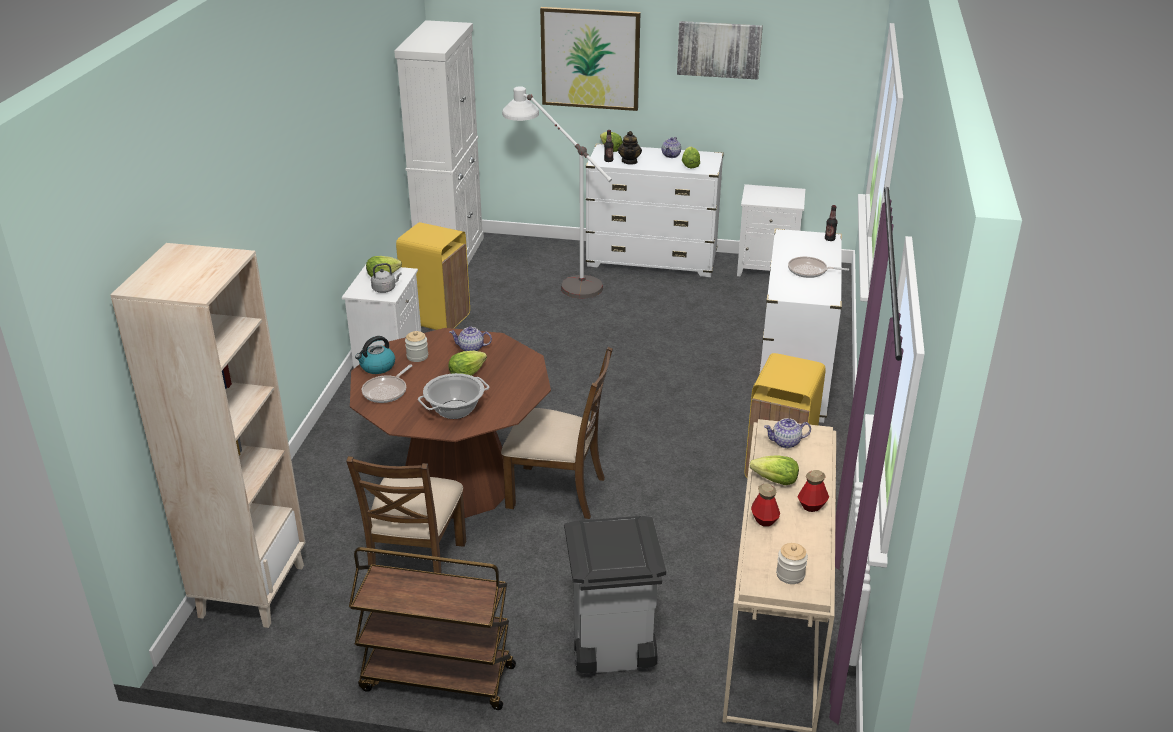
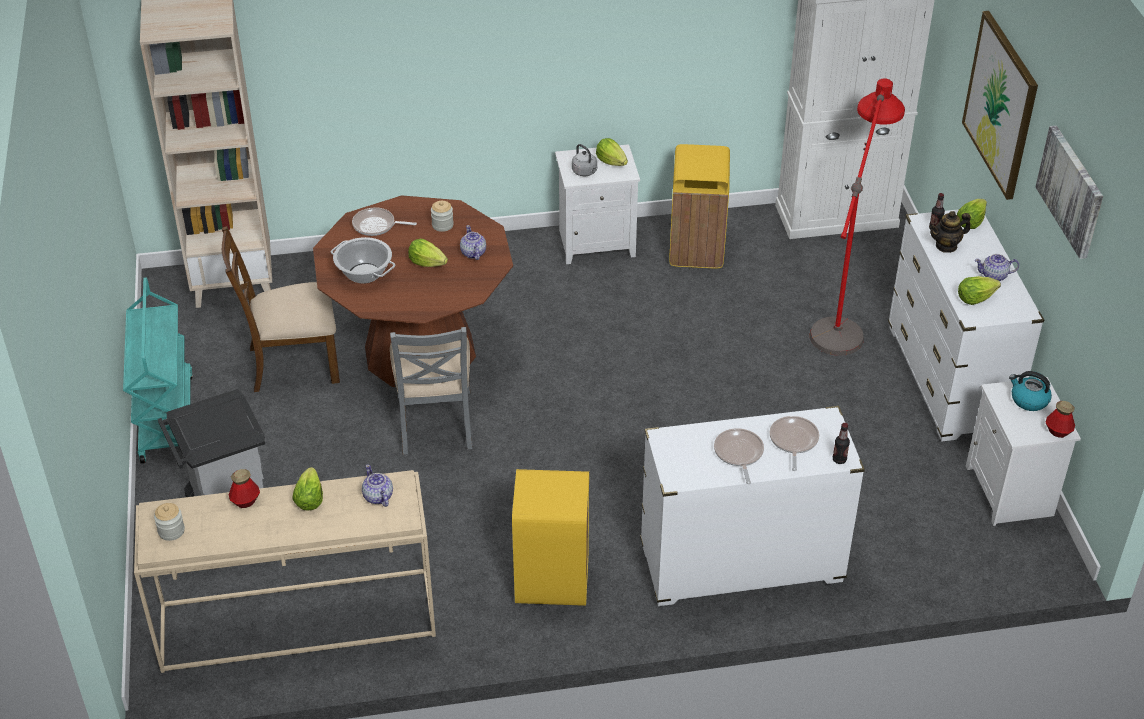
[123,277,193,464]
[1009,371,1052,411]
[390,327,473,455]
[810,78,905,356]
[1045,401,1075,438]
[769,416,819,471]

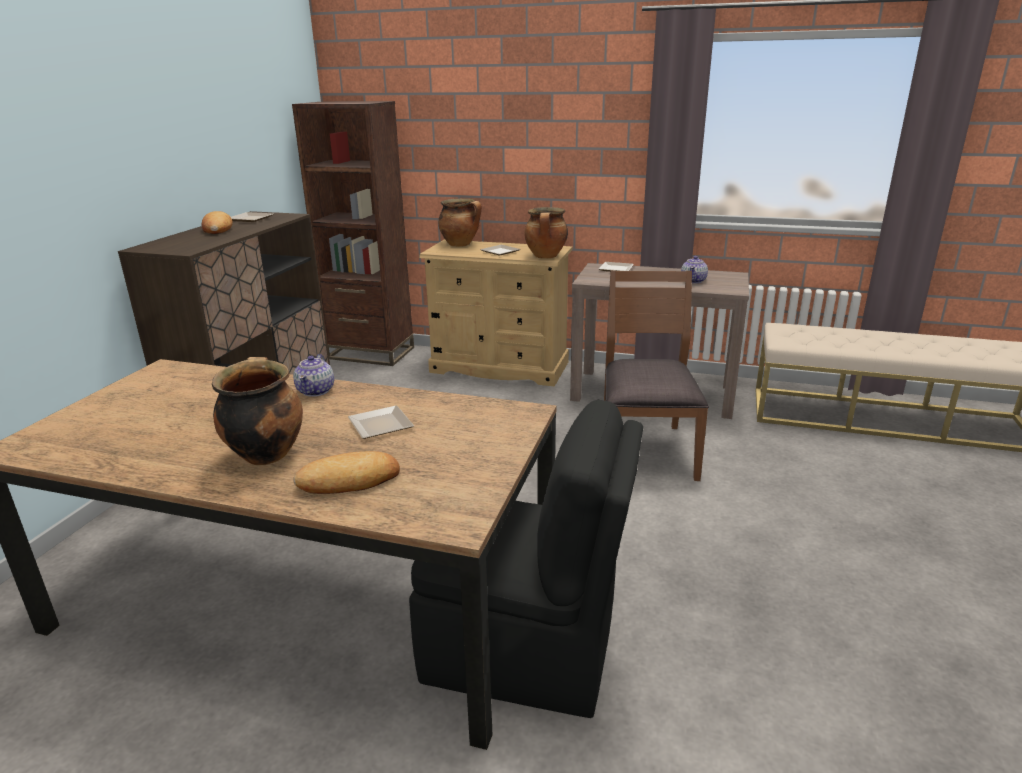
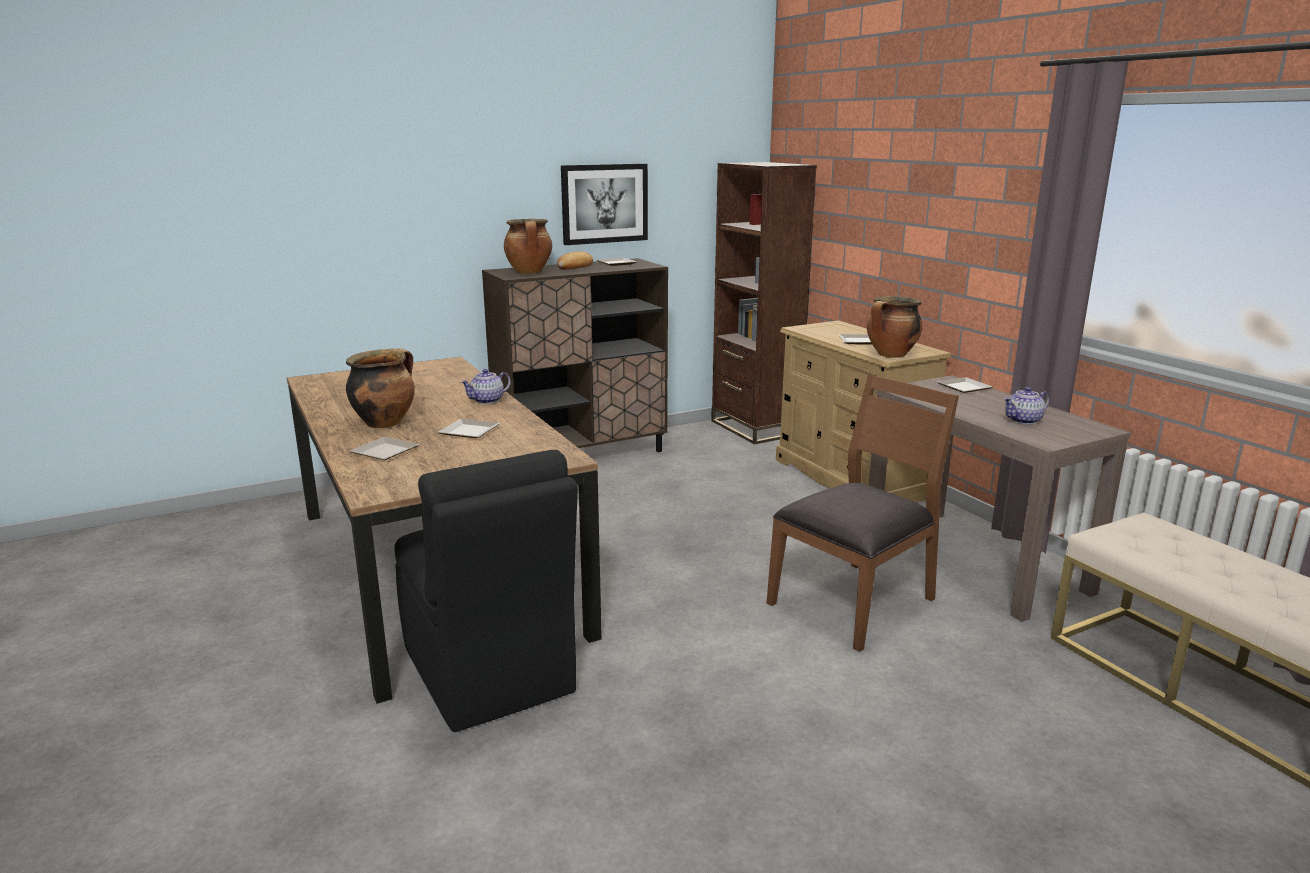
[349,437,419,460]
[504,219,552,274]
[561,164,648,245]

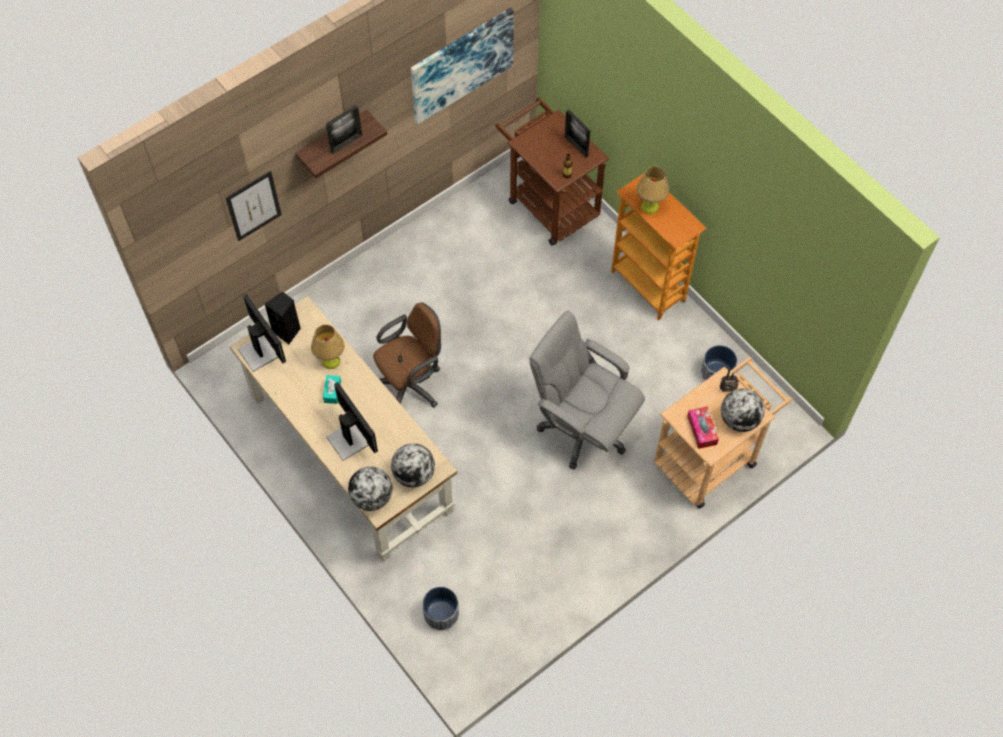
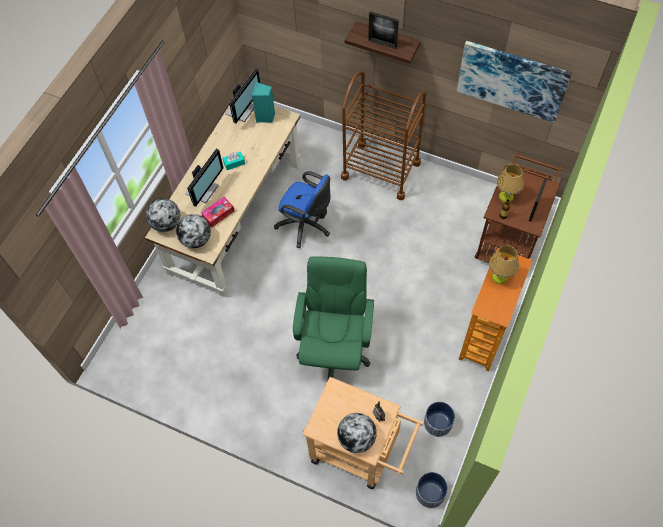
[226,171,282,241] (first image)
[252,82,275,123]
[497,164,524,203]
[274,171,331,248]
[416,472,448,508]
[293,256,374,382]
[201,197,234,228]
[341,72,426,200]

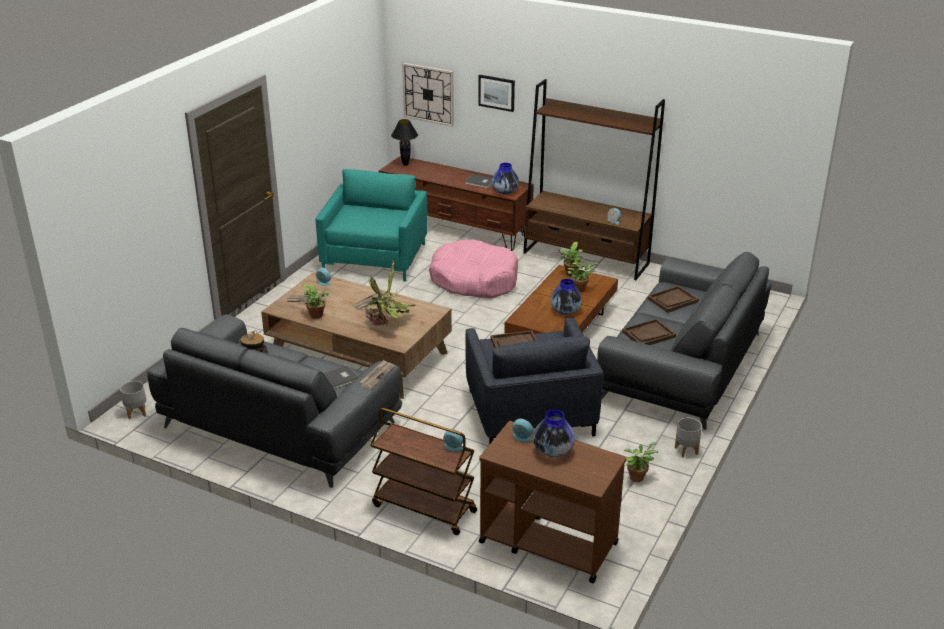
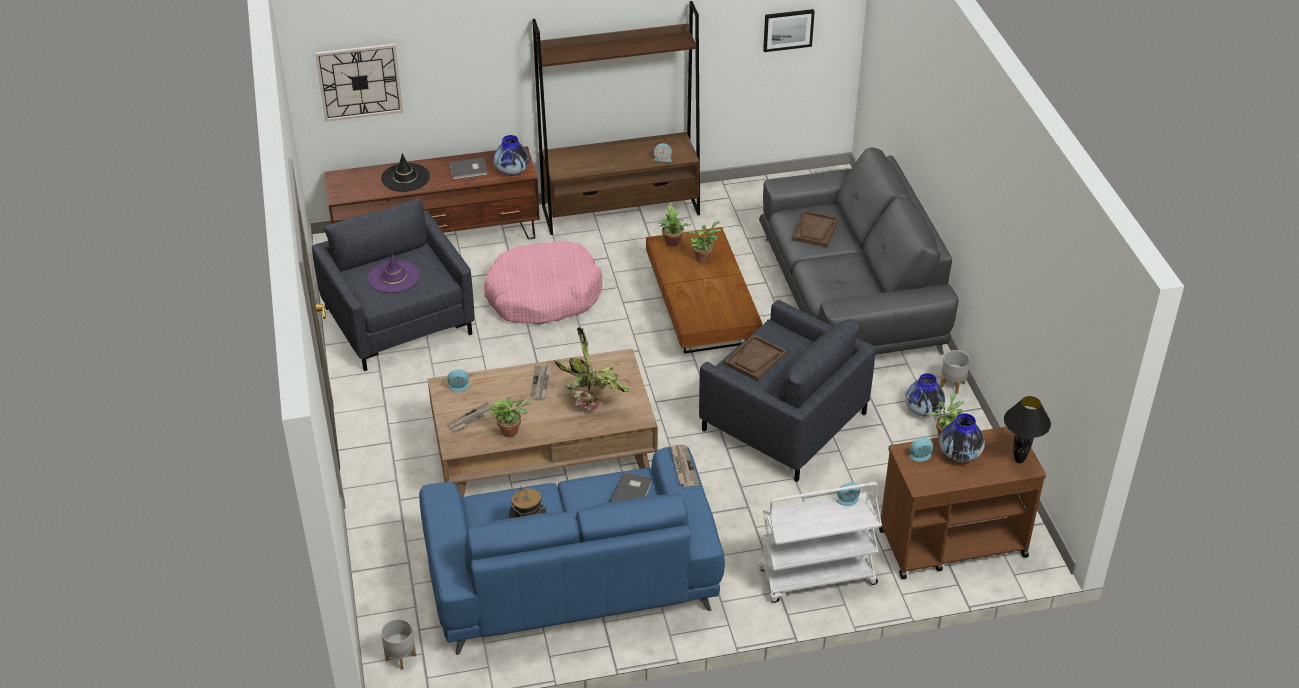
[419,445,725,655]
[312,199,475,371]
[758,482,882,603]
[1004,396,1051,463]
[763,9,815,52]
[905,373,945,416]
[622,319,676,345] (first image)
[368,254,420,293]
[381,153,430,192]

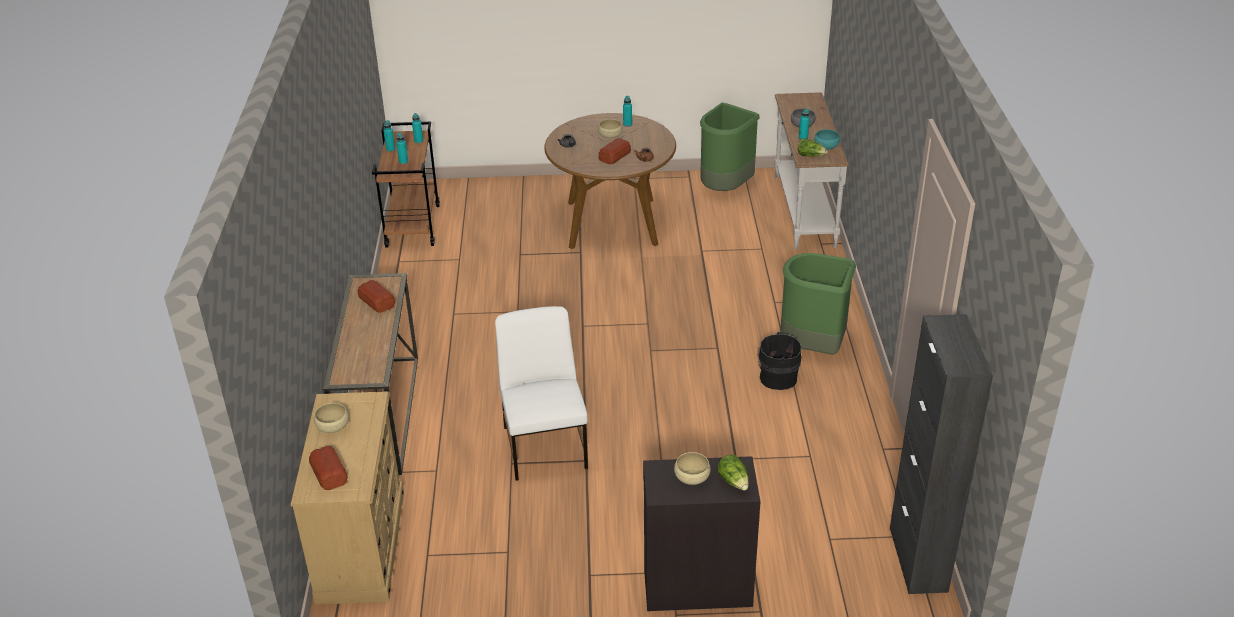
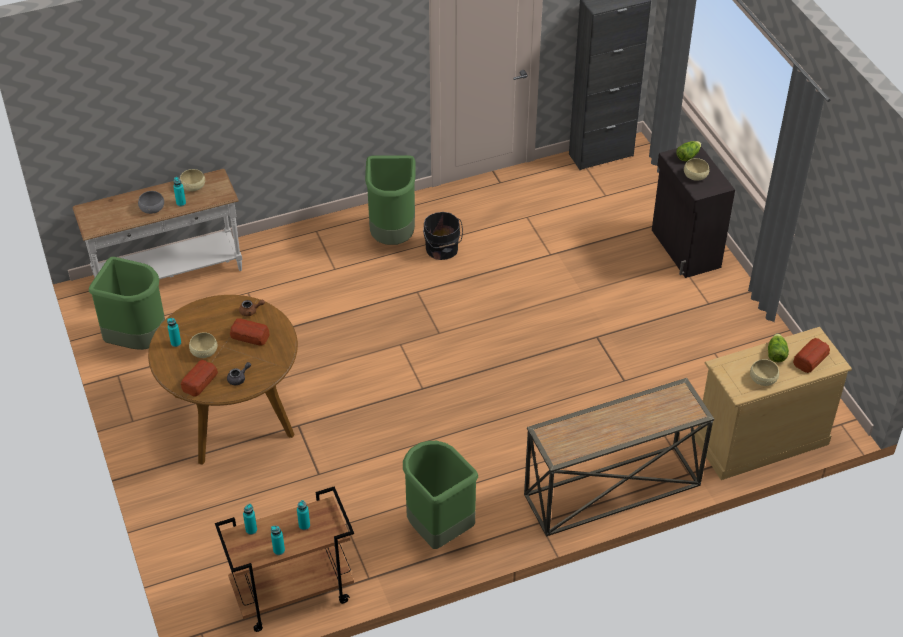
[181,360,218,396]
[495,306,588,481] (first image)
[768,333,789,362]
[180,169,205,191]
[403,441,478,549]

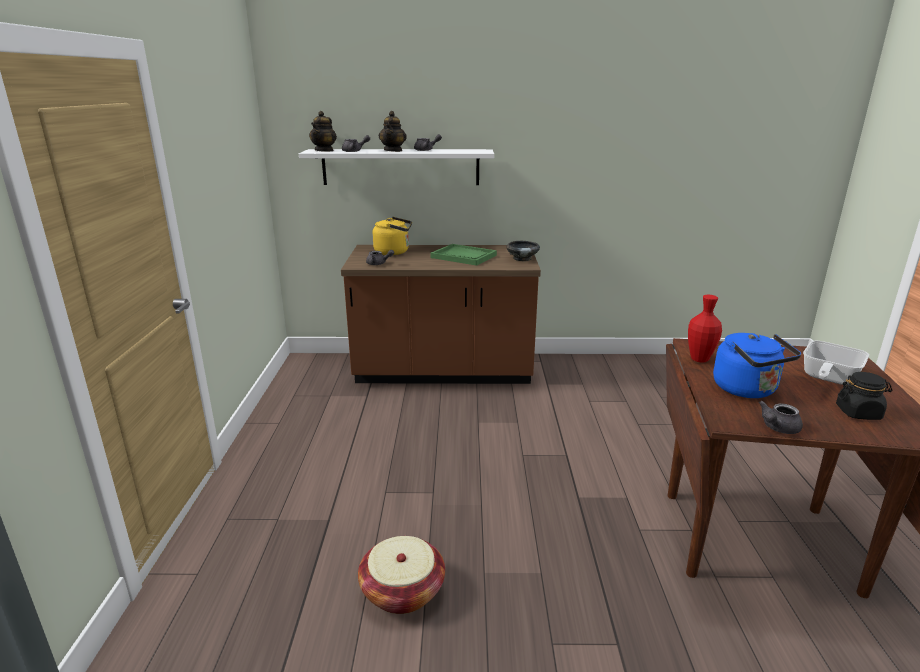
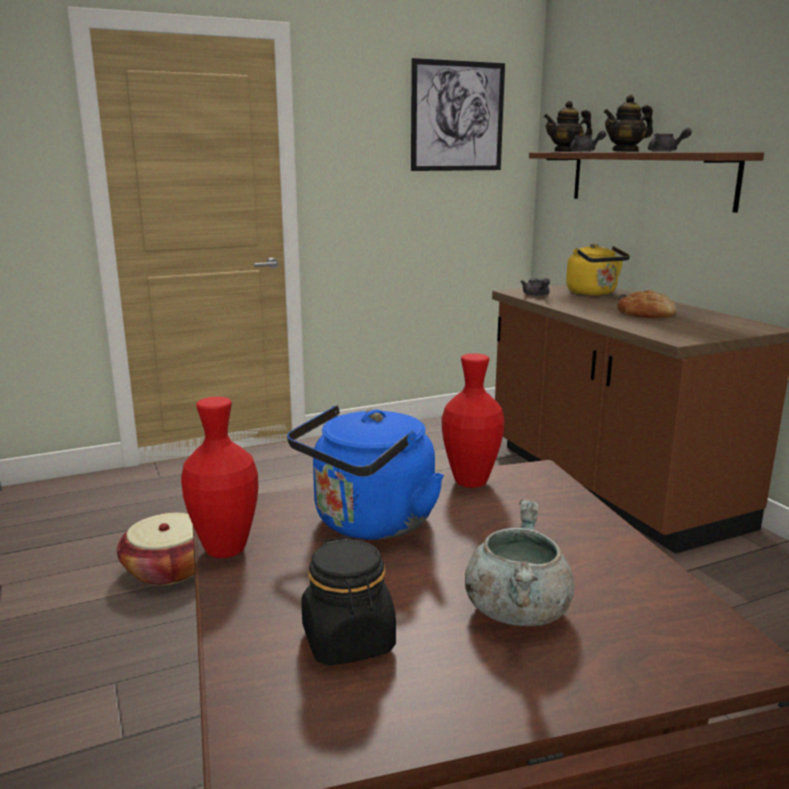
[529,152,764,213]
[617,290,677,318]
[506,241,540,261] (first image)
[181,397,258,558]
[465,500,574,626]
[411,58,505,171]

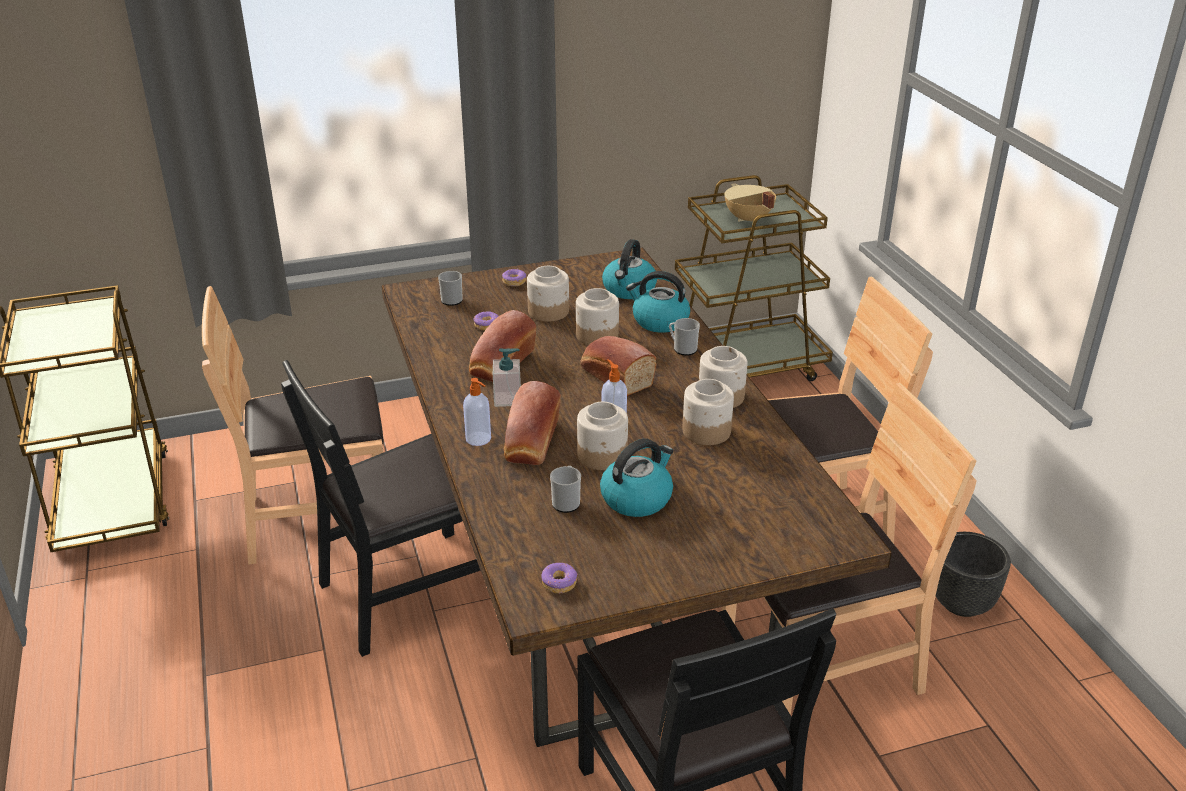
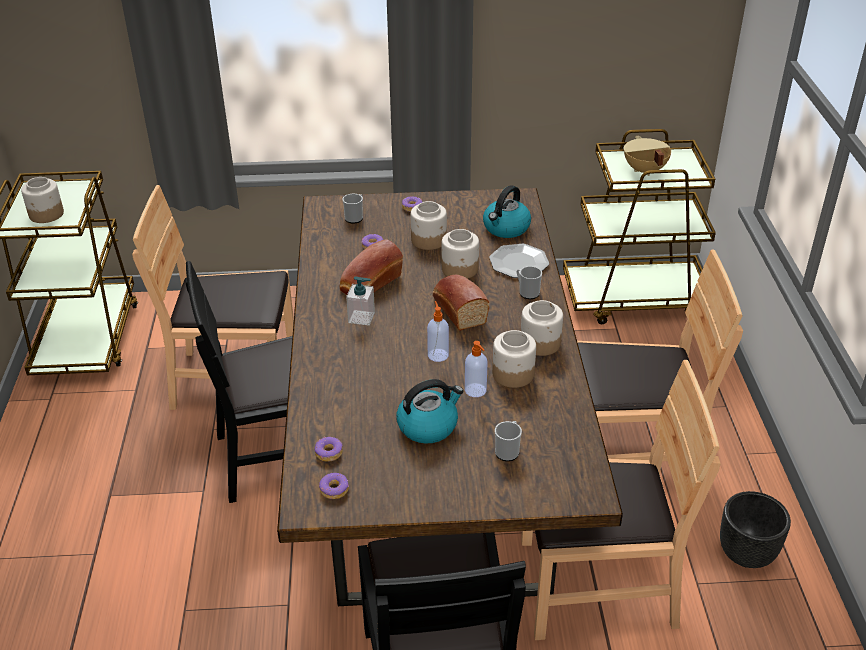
[465,341,488,397]
[504,381,561,465] (first image)
[495,421,522,461]
[21,177,64,223]
[489,244,549,278]
[315,437,343,462]

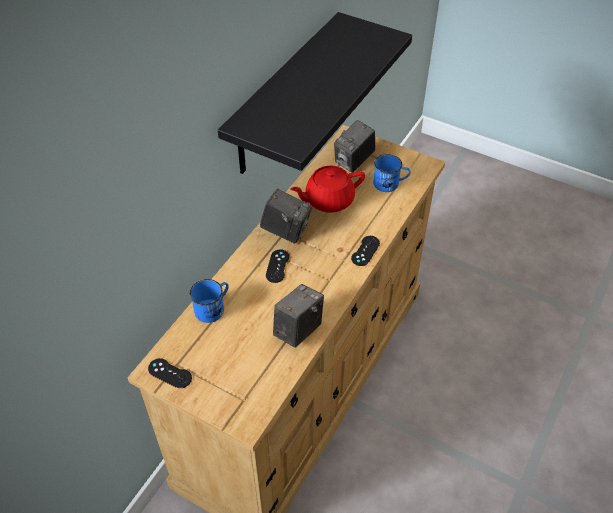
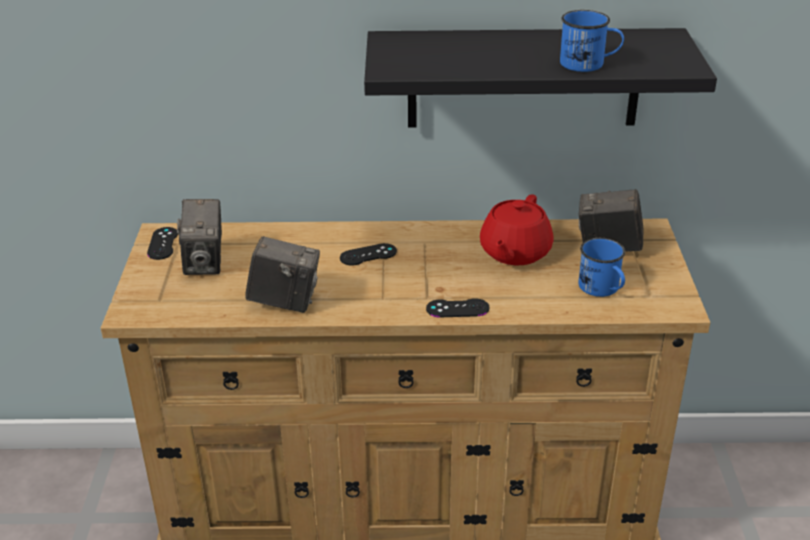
[560,10,624,72]
[177,199,222,275]
[480,194,554,265]

